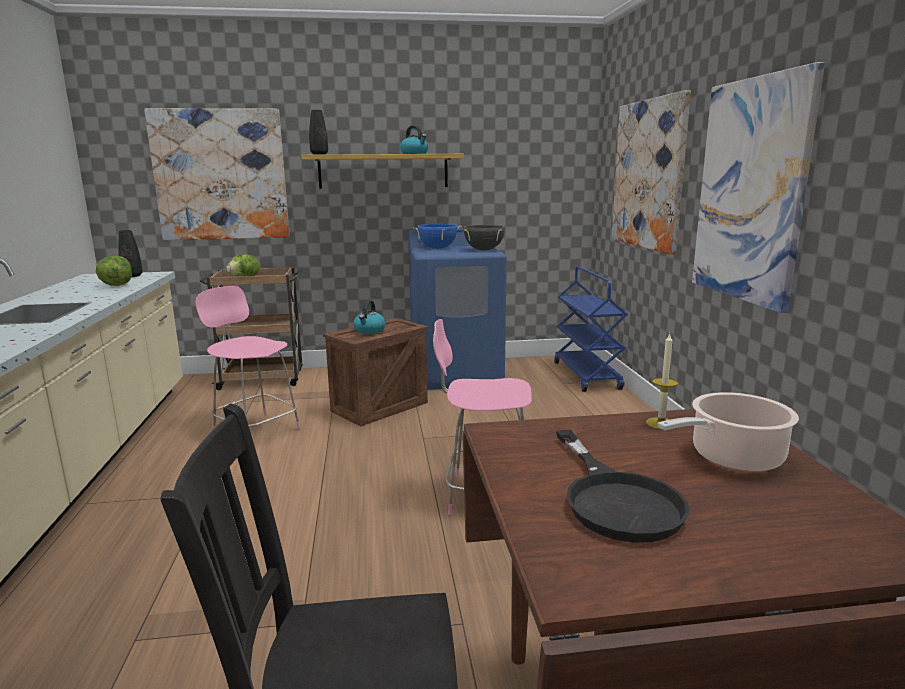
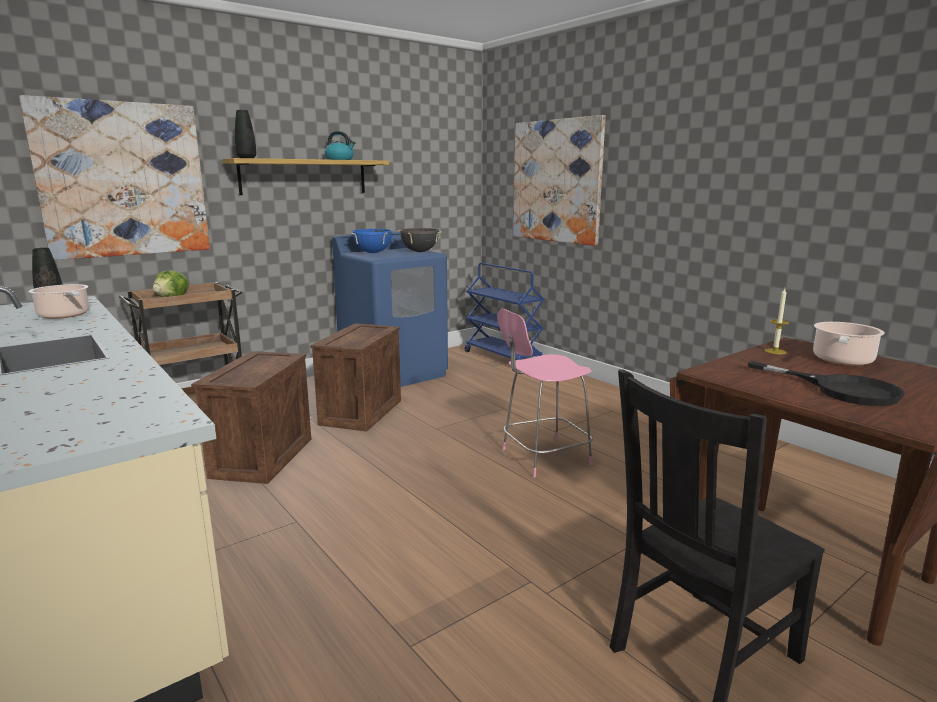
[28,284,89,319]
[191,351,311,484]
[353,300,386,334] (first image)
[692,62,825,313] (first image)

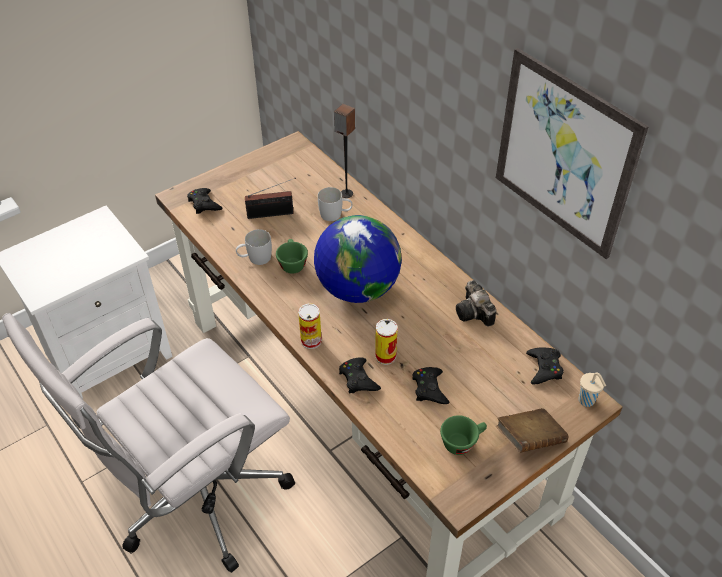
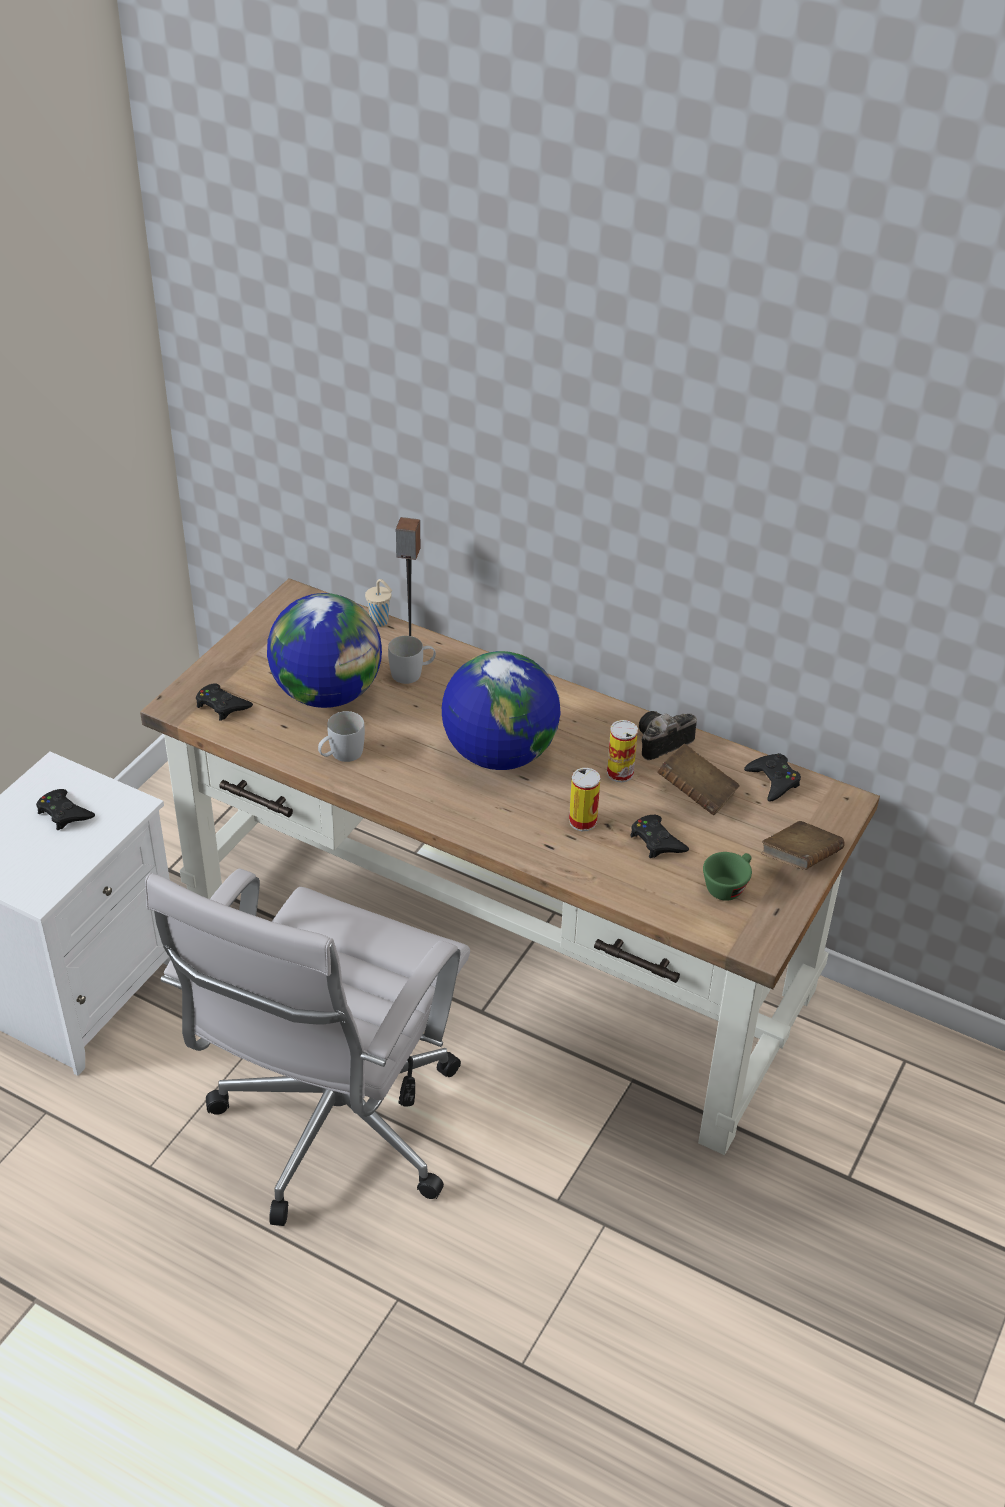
[267,593,382,708]
[276,239,308,274] (first image)
[607,720,638,782]
[36,789,95,830]
[639,711,697,760]
[496,48,649,259] (first image)
[365,579,392,627]
[657,744,740,816]

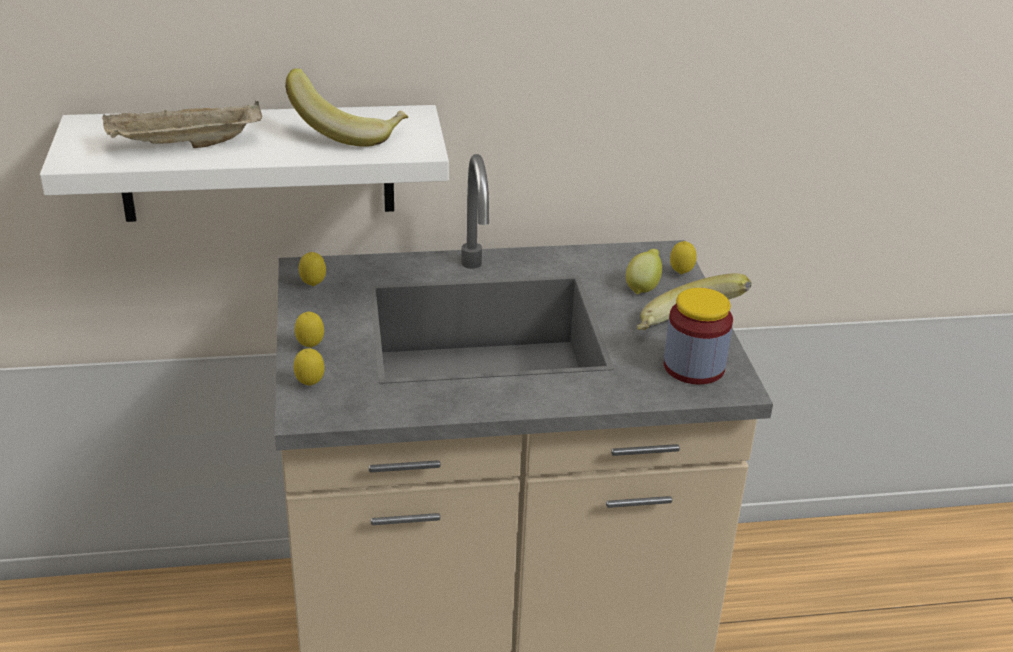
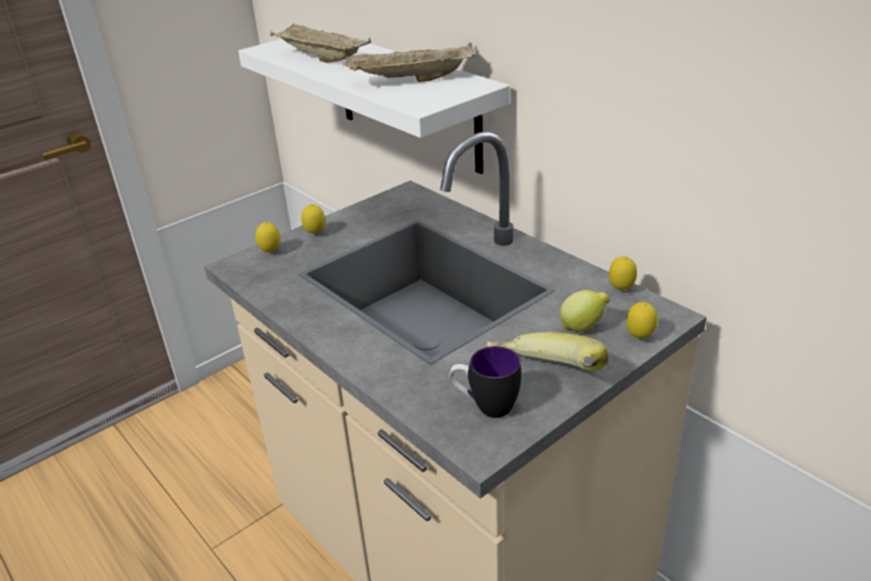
[345,43,476,82]
[609,256,637,291]
[449,346,521,418]

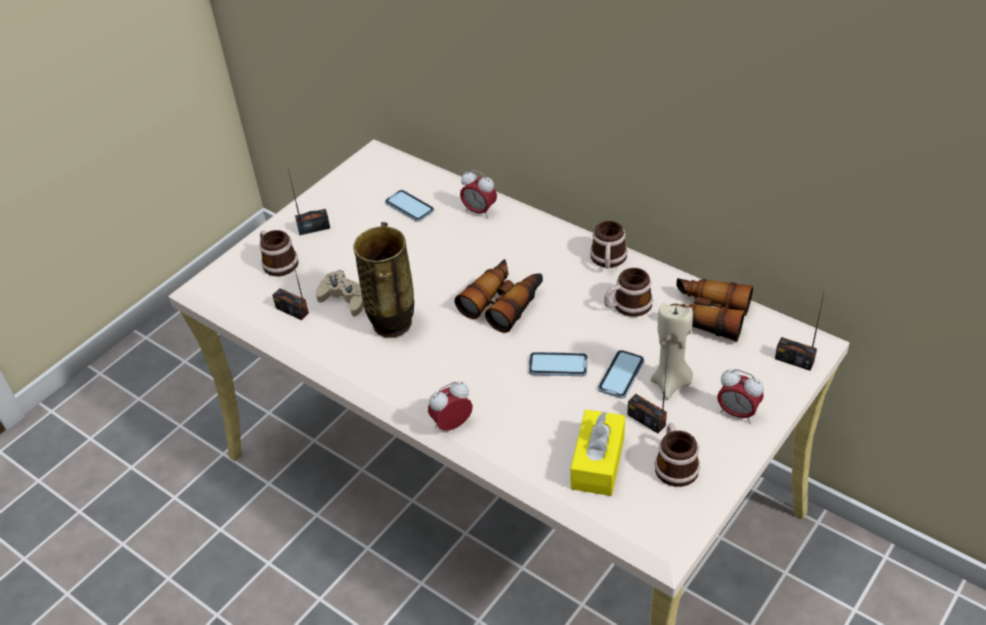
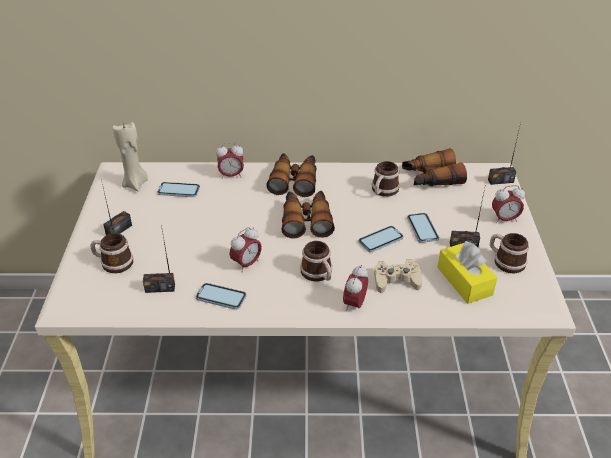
[374,259,422,293]
[230,227,262,272]
[300,241,332,282]
[113,122,148,192]
[196,283,247,310]
[266,153,317,197]

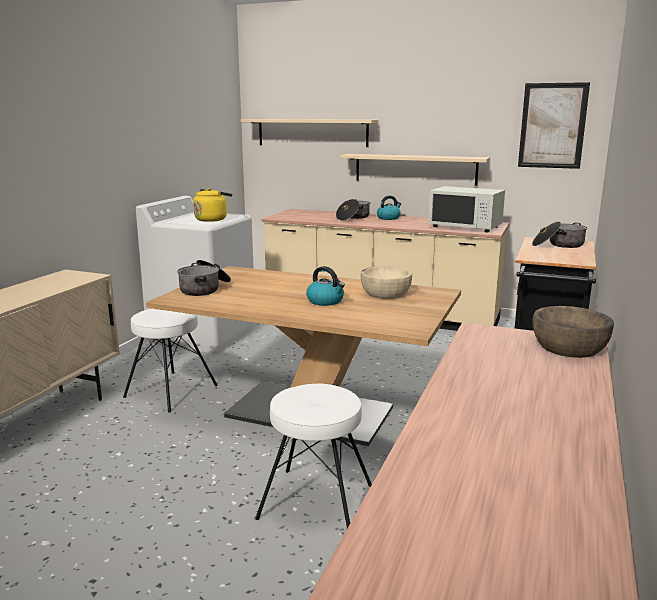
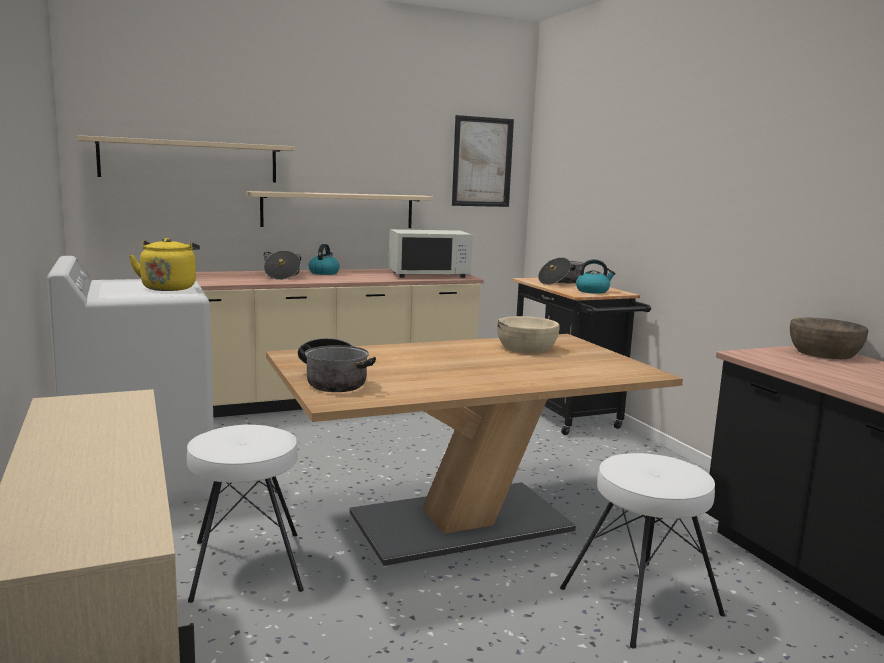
[576,259,616,294]

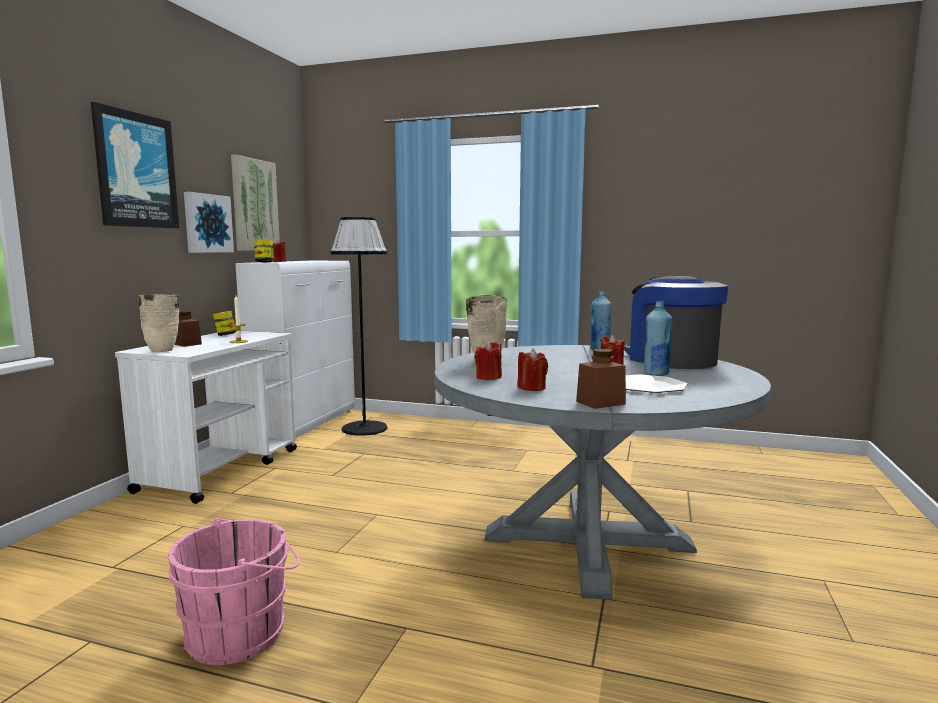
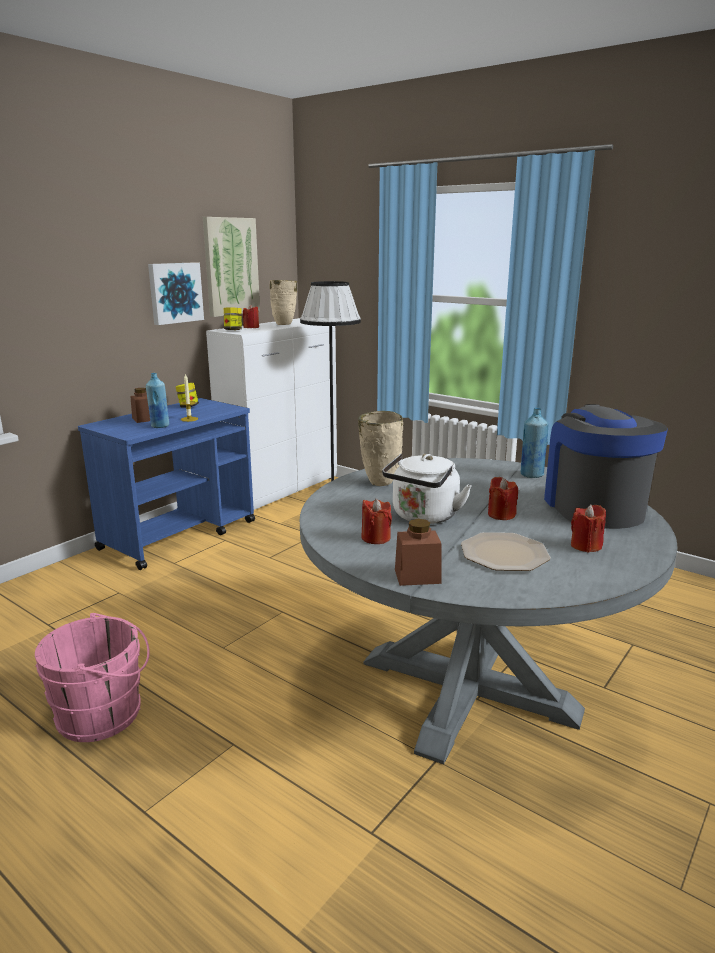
[91,102,179,228] (first image)
[78,398,255,570]
[270,280,297,325]
[571,504,606,553]
[146,373,169,428]
[382,454,472,524]

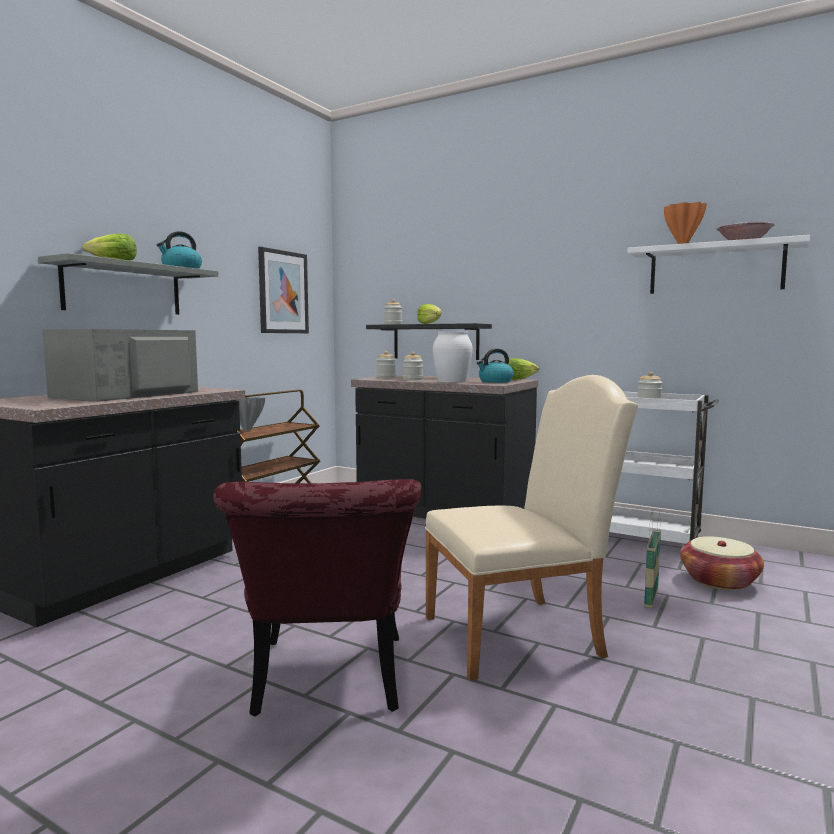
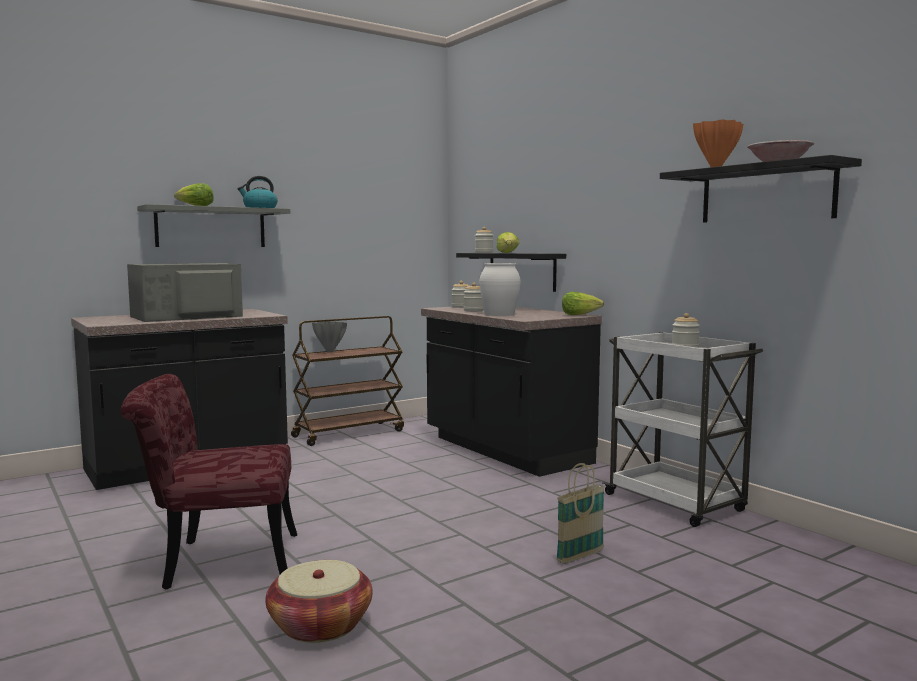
[121,374,297,590]
[258,247,309,333] (first image)
[425,375,638,681] (first image)
[477,349,514,383] (first image)
[660,155,862,223]
[265,560,373,643]

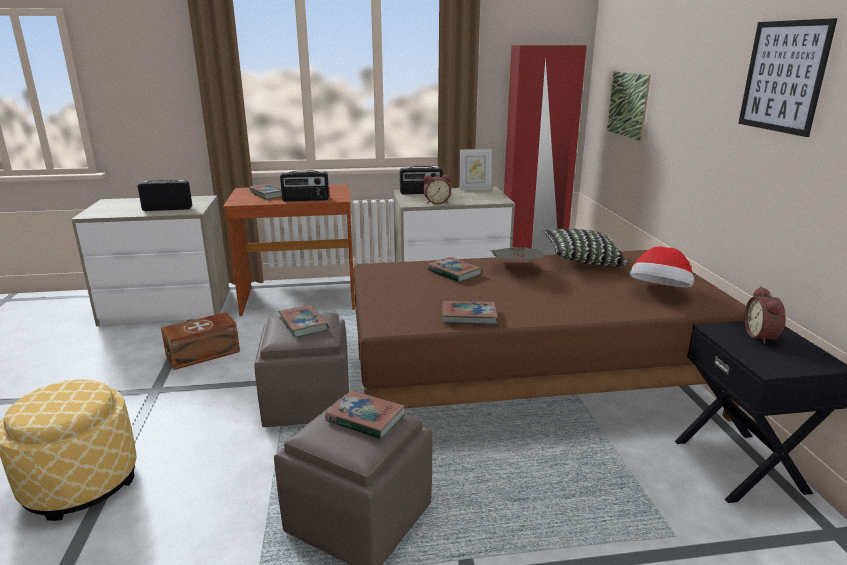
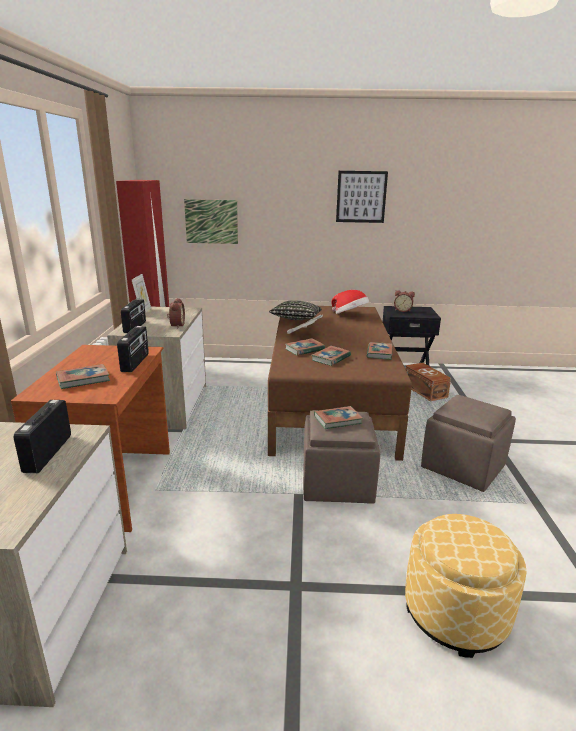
[405,363,451,402]
[312,346,351,366]

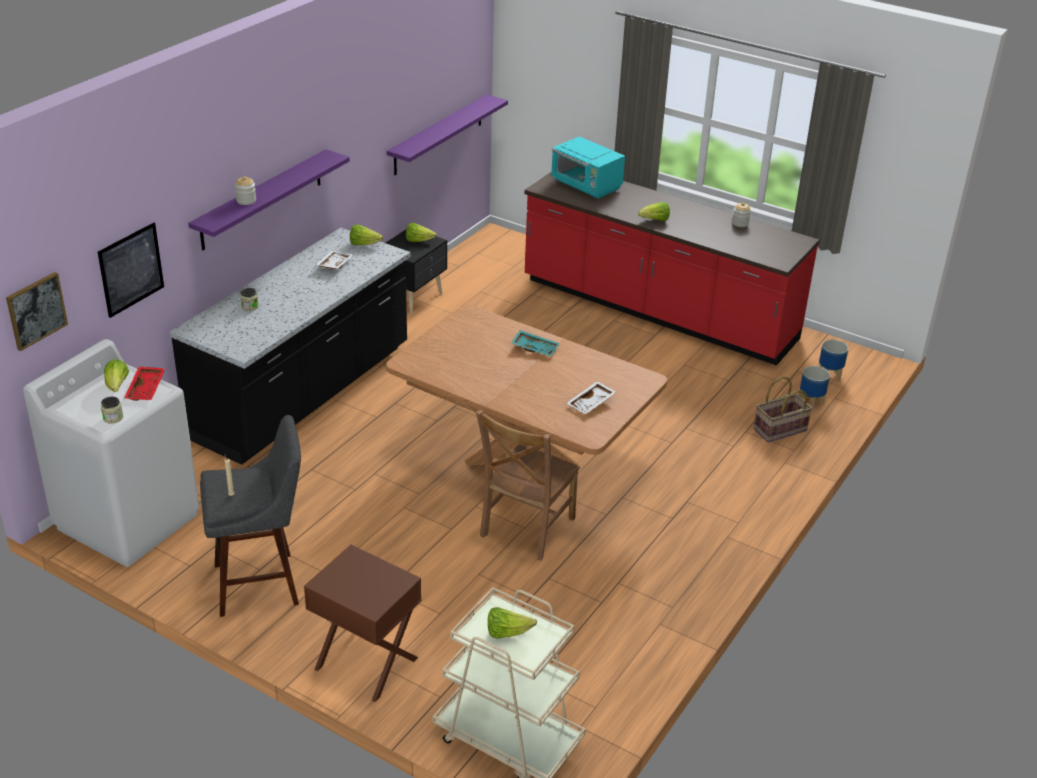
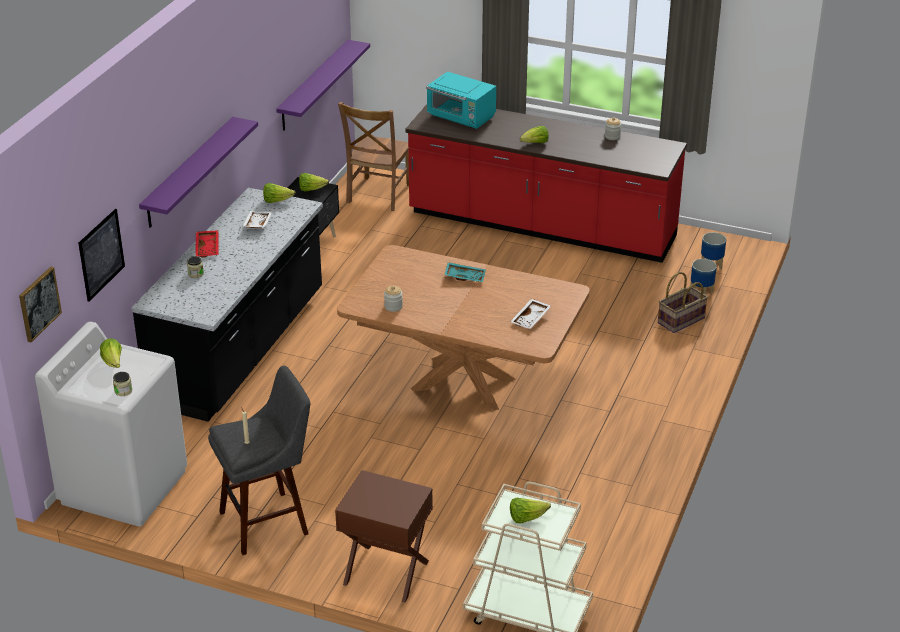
[195,230,219,257]
[384,286,403,312]
[338,102,409,211]

